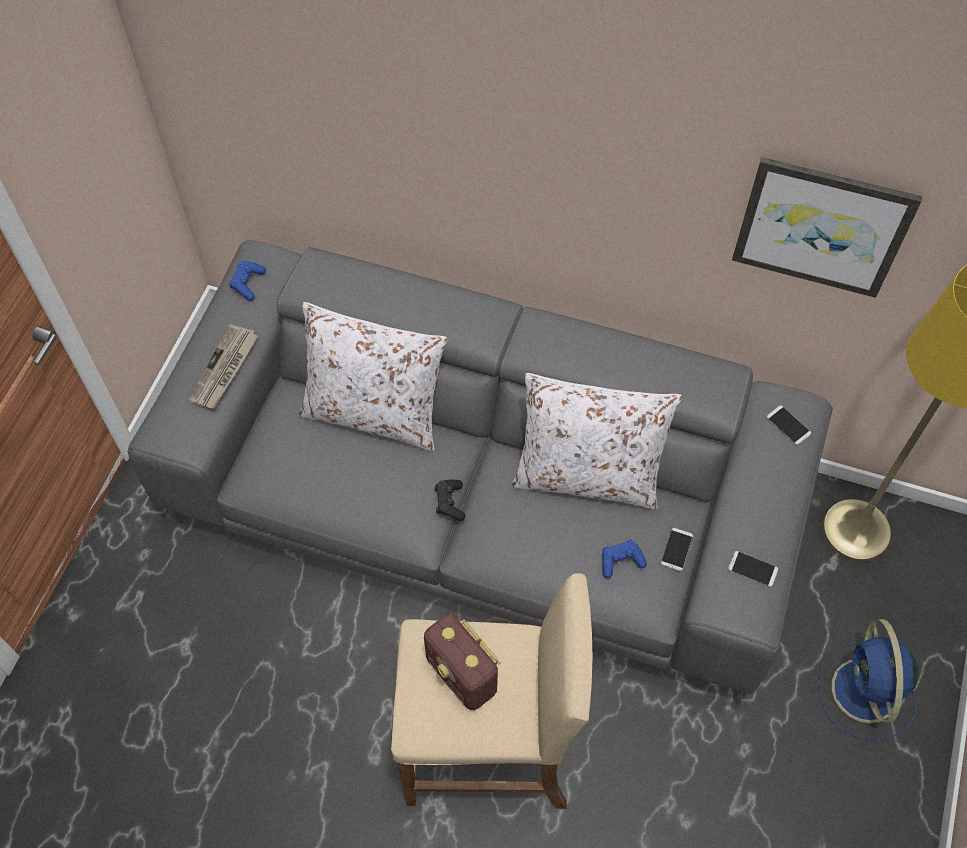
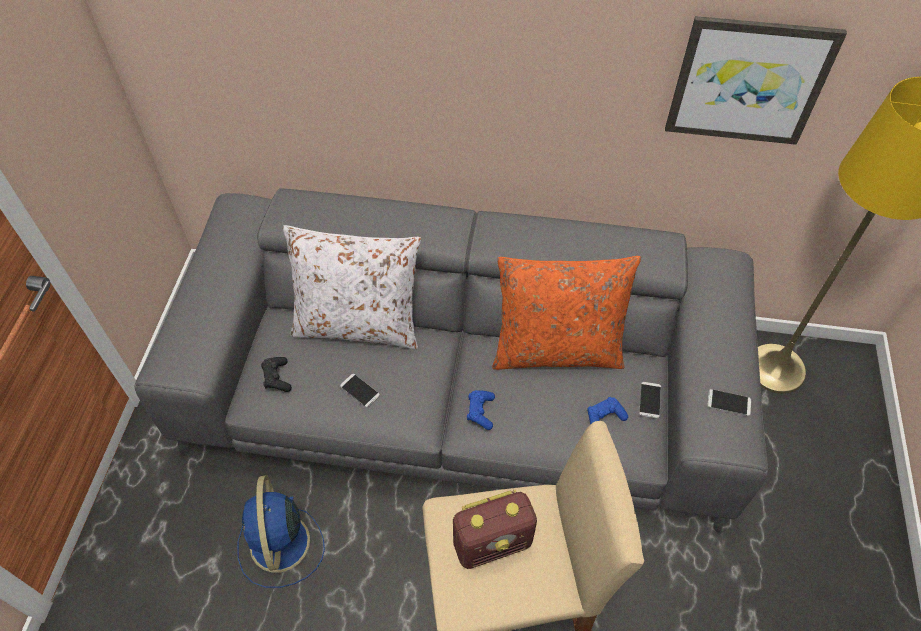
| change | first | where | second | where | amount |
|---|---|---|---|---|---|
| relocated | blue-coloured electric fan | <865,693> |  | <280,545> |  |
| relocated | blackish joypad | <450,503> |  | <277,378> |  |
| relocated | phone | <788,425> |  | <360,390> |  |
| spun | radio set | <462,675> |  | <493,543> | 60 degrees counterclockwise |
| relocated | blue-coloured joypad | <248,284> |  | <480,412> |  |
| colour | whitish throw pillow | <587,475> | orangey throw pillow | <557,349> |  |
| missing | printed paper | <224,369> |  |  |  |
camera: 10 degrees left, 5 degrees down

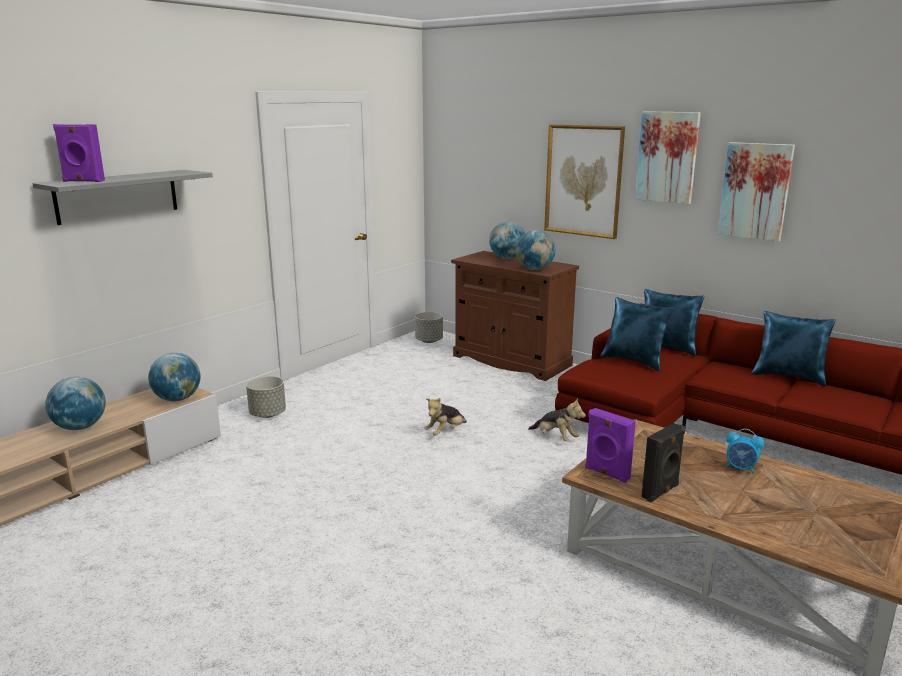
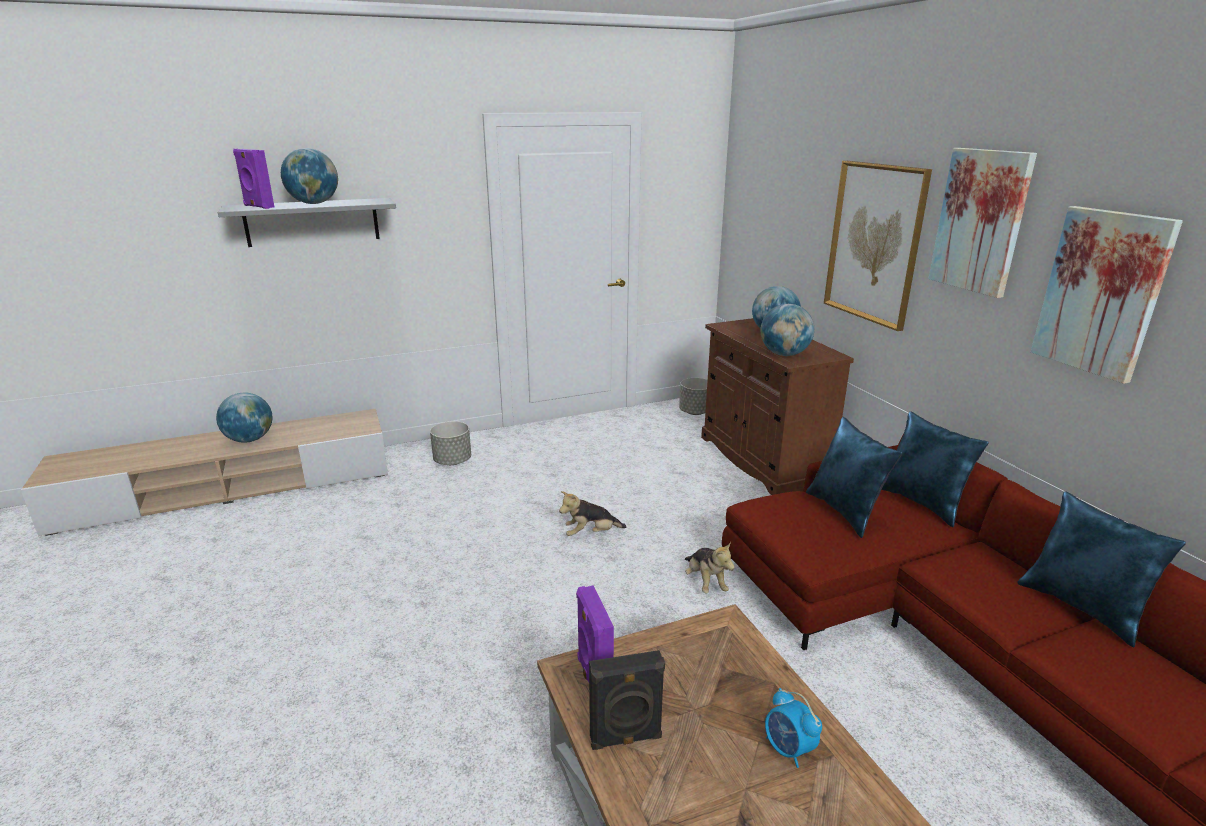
| change | first | where | second | where | amount |
|---|---|---|---|---|---|
| relocated | globe | <178,399> |  | <314,203> |  |
camera: 30 degrees right, 5 degrees up

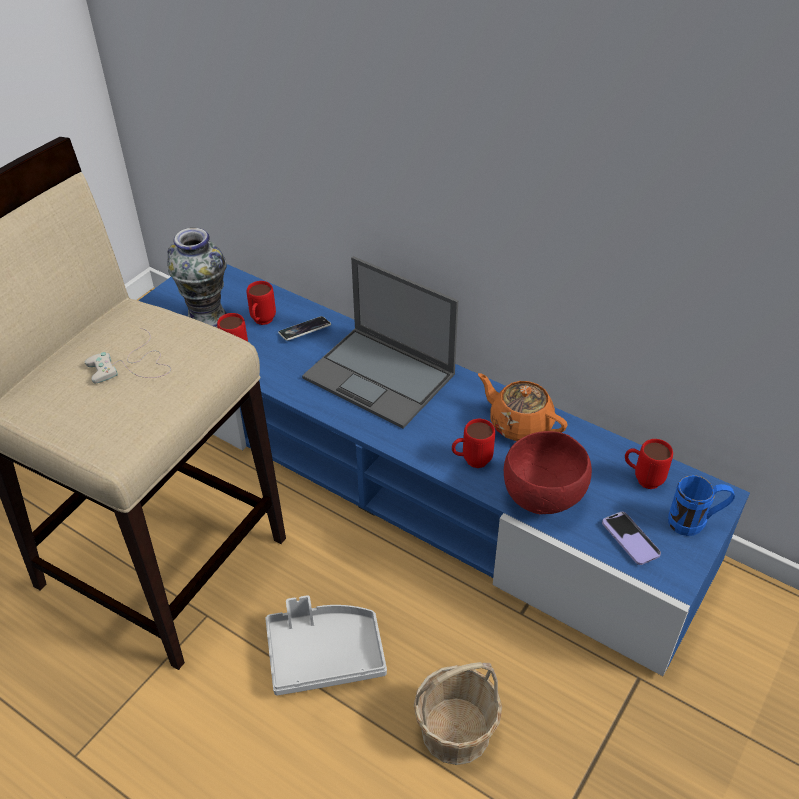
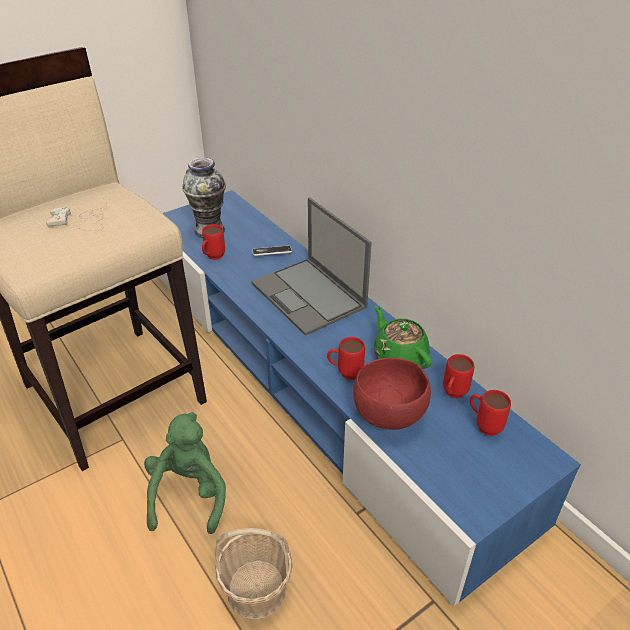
| change | first | where | second | where | amount |
|---|---|---|---|---|---|
| exchanged | gray carrying tray | <324,654> | greenish plush toy | <189,494> |  |
| colour | orangey teapot | <519,424> | greenish teapot | <399,356> |  |
| relocated | red-coloured coffee mug | <261,322> |  | <452,395> |  |
| missing | phone | <630,539> |  |  |  |
| missing | blue-coloured coffee mug | <694,523> |  |  |  |
camera: 20 degrees right, 5 degrees down

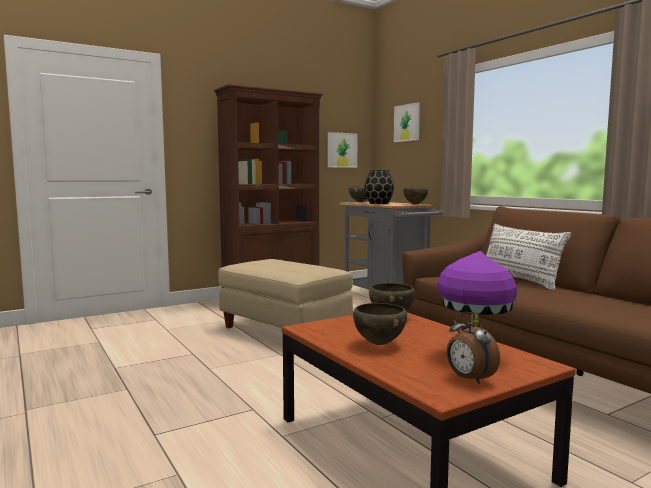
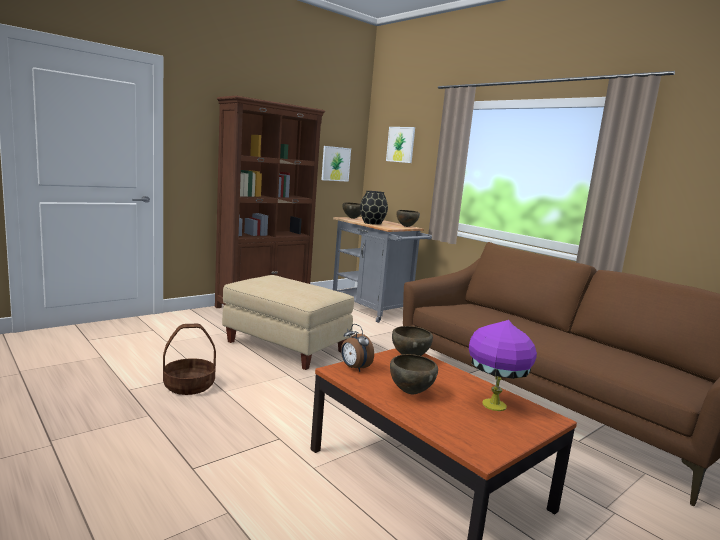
| change | first | where | second | where | amount |
|---|---|---|---|---|---|
| appeared |  |  | storage basket | <189,385> |  |
| relocated | alarm clock | <469,379> |  | <354,368> |  |
| missing | whitish throw pillow | <519,280> |  |  |  |
camera: 10 degrees left, 5 degrees up

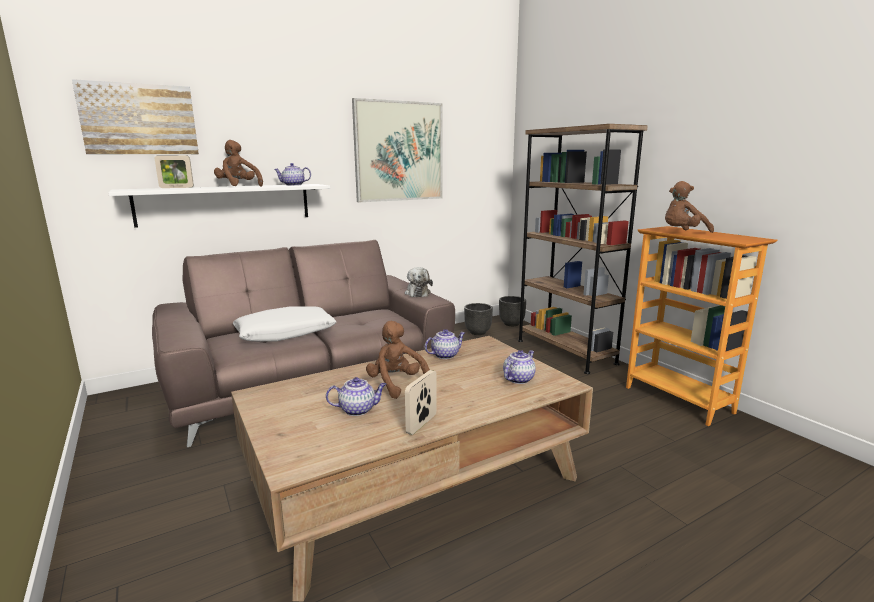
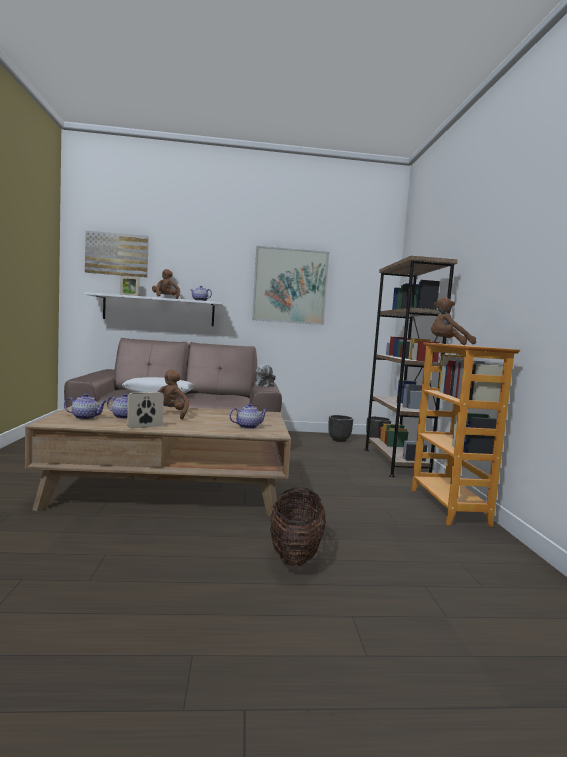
| change | first | where | second | where | amount |
|---|---|---|---|---|---|
| relocated | teapot | <445,355> |  | <86,417> |  |
| appeared |  |  | storage basket | <295,554> |  |
camera: 25 degrees right, 10 degrees down

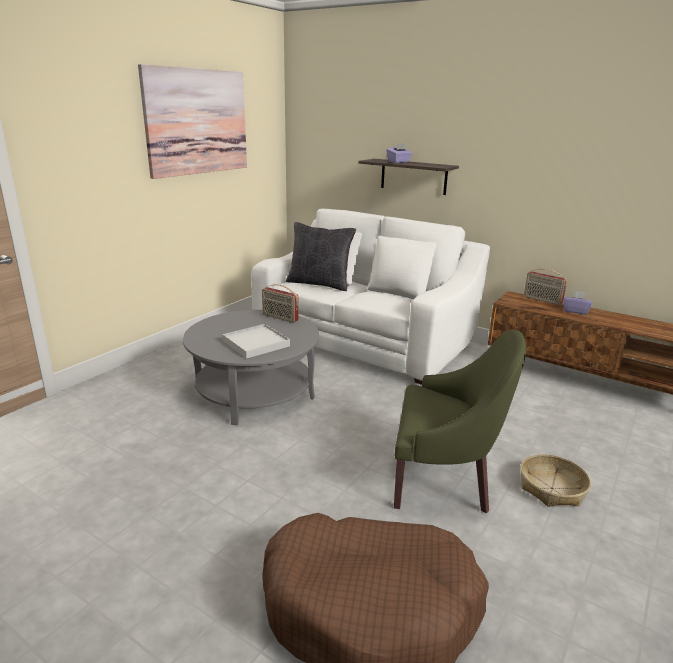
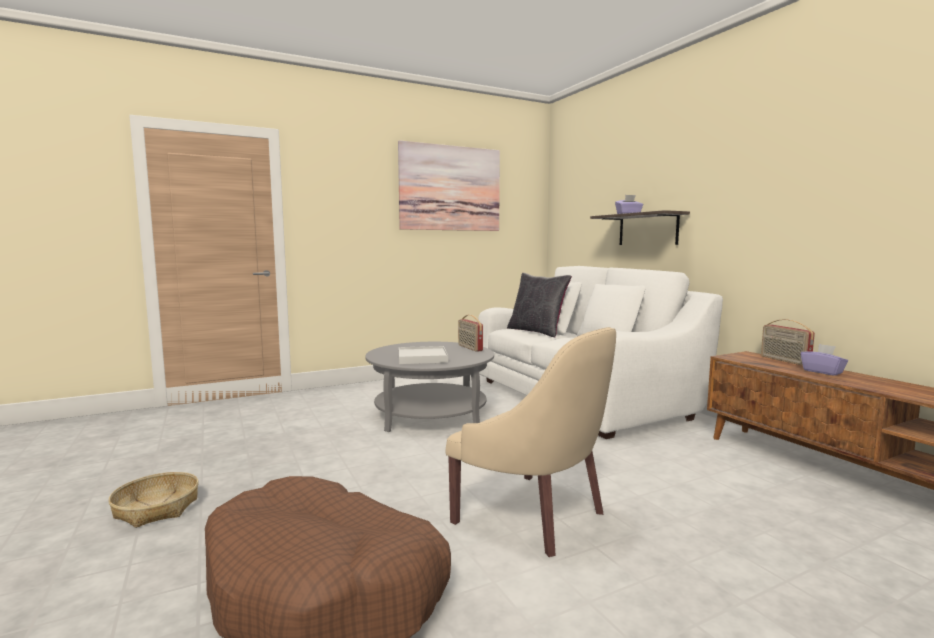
| change | first | where | second | where | amount |
|---|---|---|---|---|---|
| relocated | storage basket | <552,488> |  | <157,508> |  |
| colour | greenish lounge chair | <444,479> | sand-coloured lounge chair | <535,515> |  |
camera: 30 degrees right, 15 degrees down

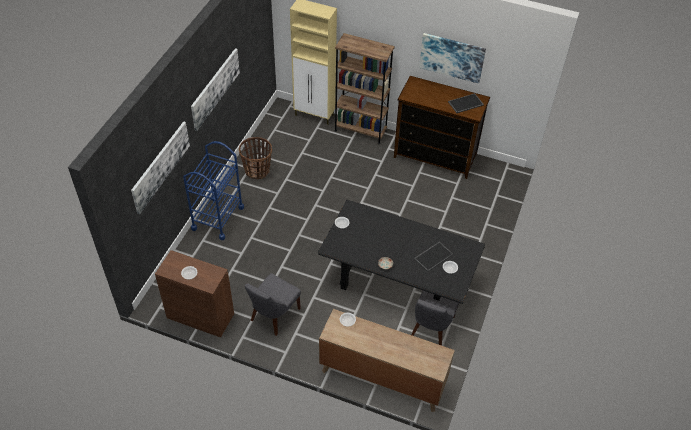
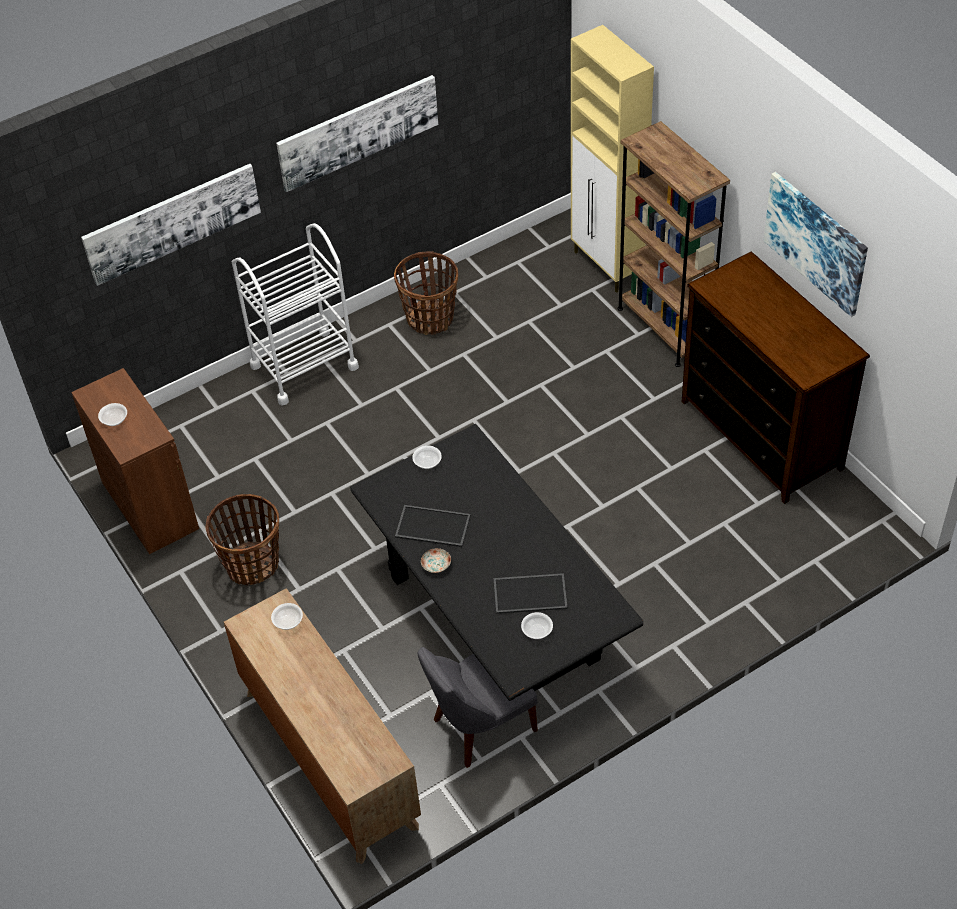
| change | first | where | second | where | amount |
|---|---|---|---|---|---|
| exchanged | gray plain chair | <273,316> | storage basket | <252,564> |  |
| colour | blue-coloured trolley | <218,218> | whitish trolley | <304,366> |  |
| relocated | carrying tray | <465,104> |  | <432,527> |  |
camera: 40 degrees right, 0 degrees up

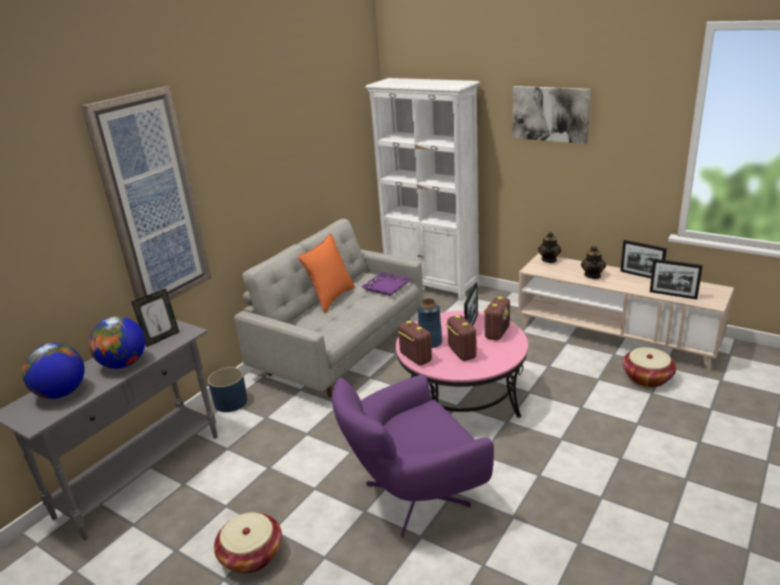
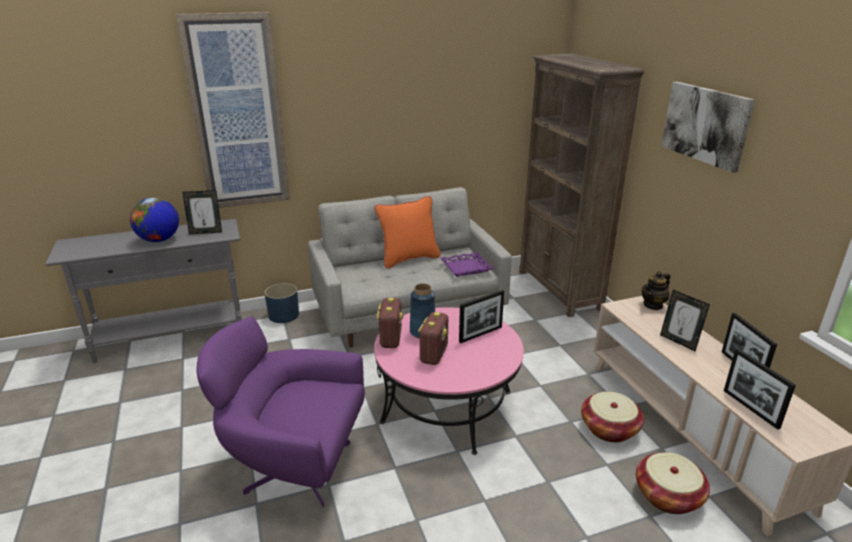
| change | first | where | second | where | amount |
|---|---|---|---|---|---|
| colour | whitish bookcase | <432,285> | brownish bookcase | <559,290> |  |
| relocated | storage basket | <251,555> |  | <609,428> |  |
| exchanged | teapot | <592,275> | picture frame | <679,342> |  |
| missing | globe | <62,393> |  |  |  |
| missing | radio set | <497,332> |  |  |  |
camera: 35 degrees right, 0 degrees up

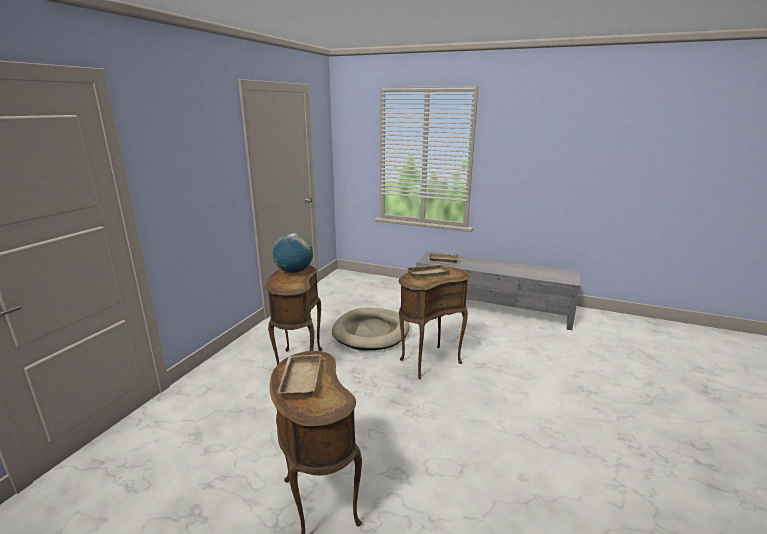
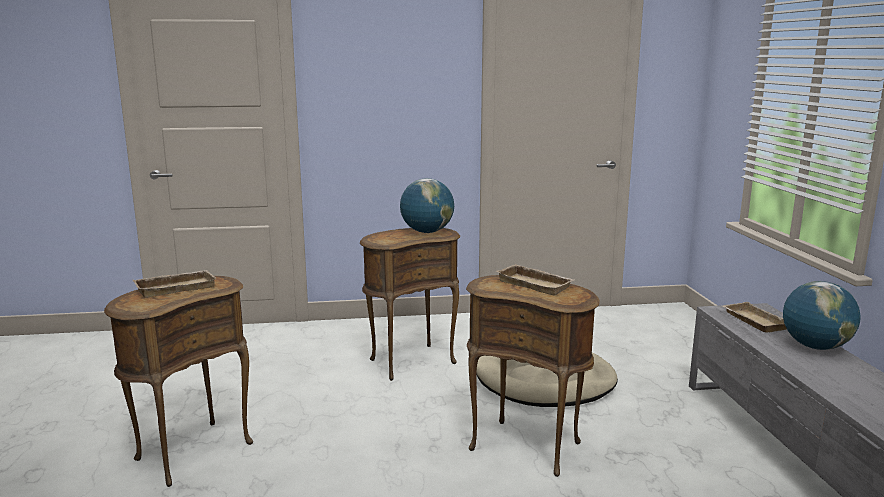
| change | first | where | second | where | amount |
|---|---|---|---|---|---|
| appeared |  |  | globe | <815,347> |  |
camera: 60 degrees right, 5 degrees down

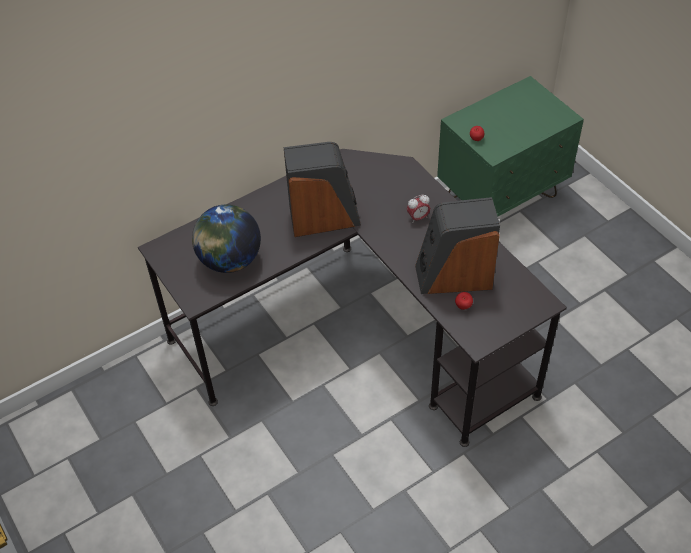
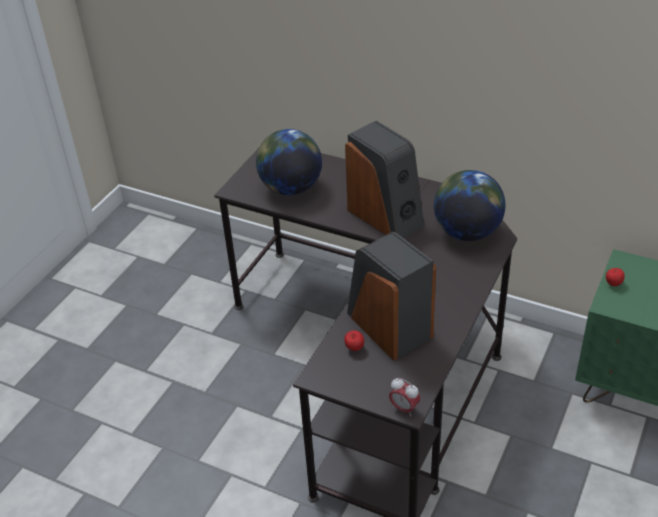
| change | first | where | second | where | amount |
|---|---|---|---|---|---|
| relocated | alarm clock | <418,218> |  | <404,408> |  |
| appeared |  |  | globe | <467,232> |  |
camera: 60 degrees right, 10 degrees down

